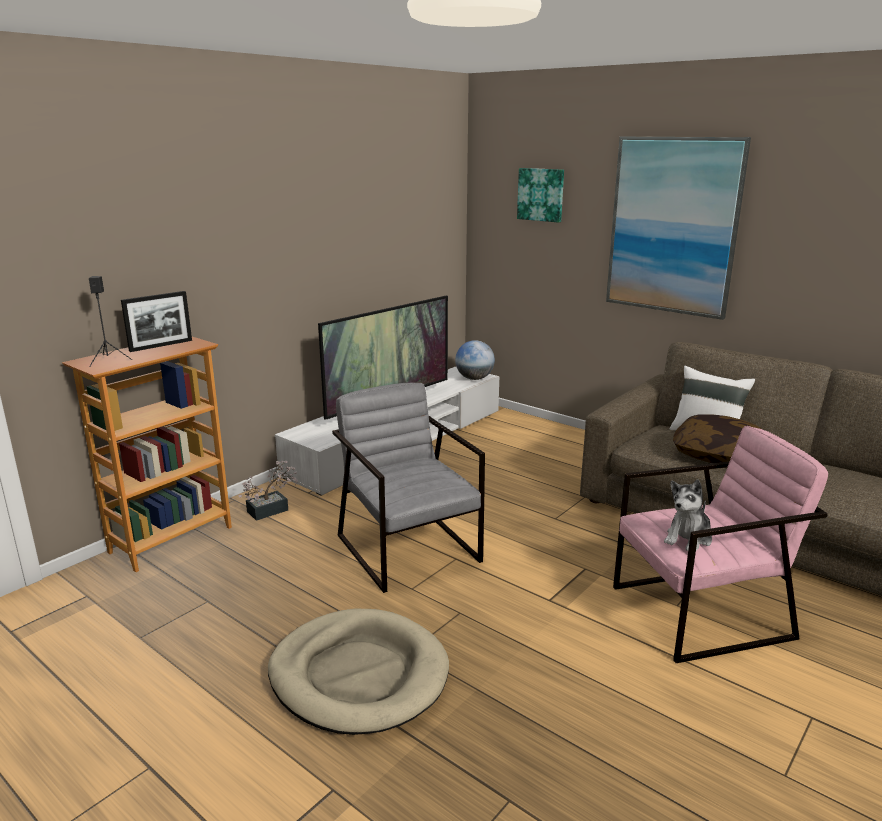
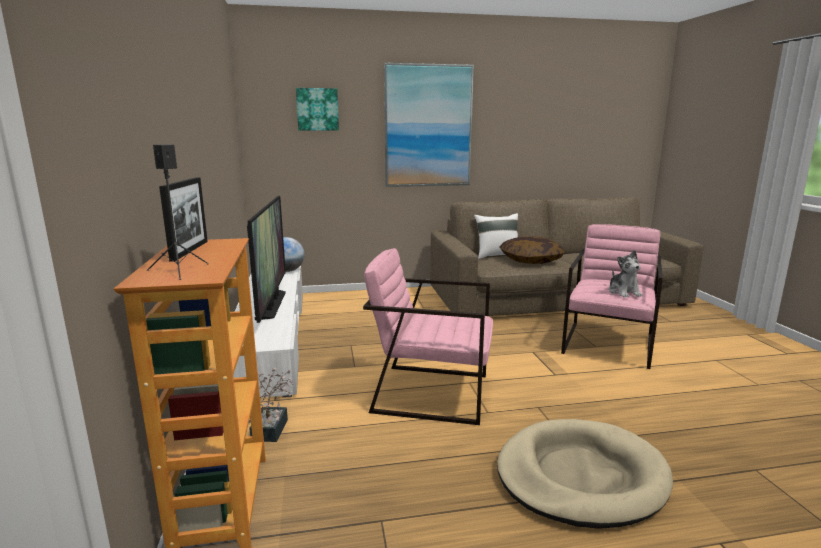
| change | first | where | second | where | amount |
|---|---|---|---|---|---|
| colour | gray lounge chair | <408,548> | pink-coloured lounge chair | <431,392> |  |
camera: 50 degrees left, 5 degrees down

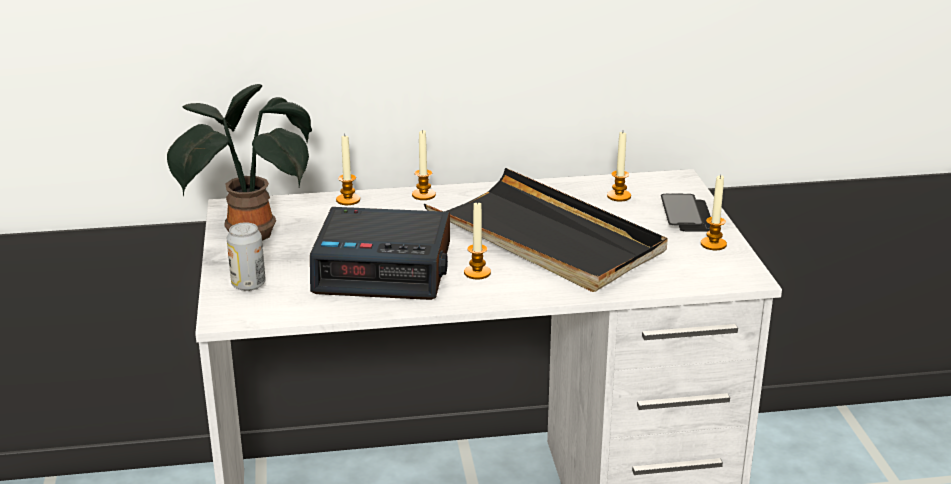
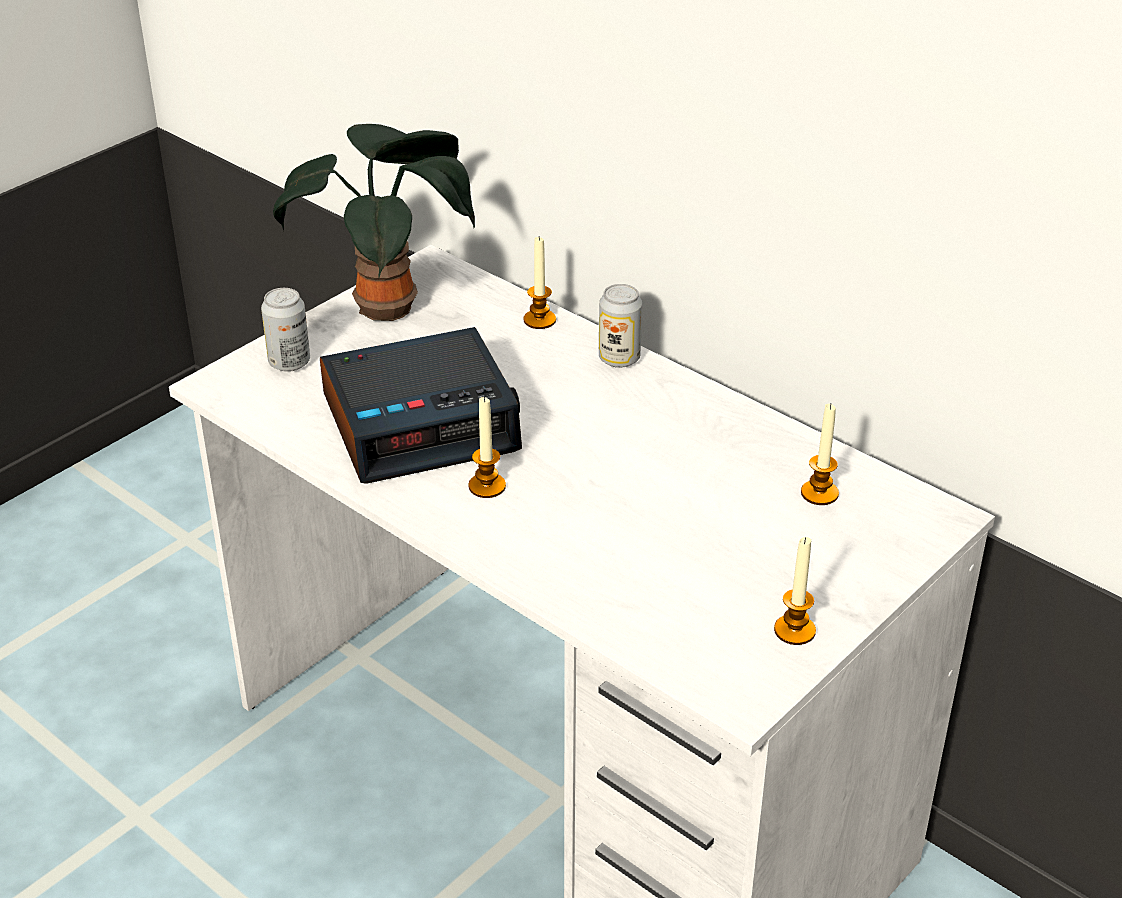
| change | first | where | second | where | amount |
|---|---|---|---|---|---|
| spun | alarm clock | <385,268> |  | <422,422> | 75 degrees counterclockwise |
| exchanged | wax light | <423,195> | metal can | <619,358> |  |
| missing | blackish carrying tray | <545,237> |  |  |  |
| missing | phone | <687,215> |  |  |  |
camera: 50 degrees right, 10 degrees up

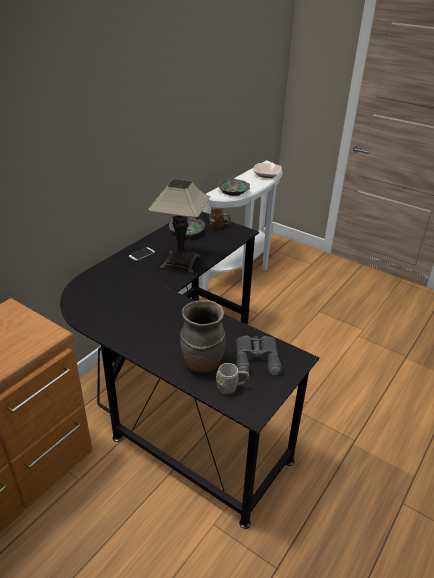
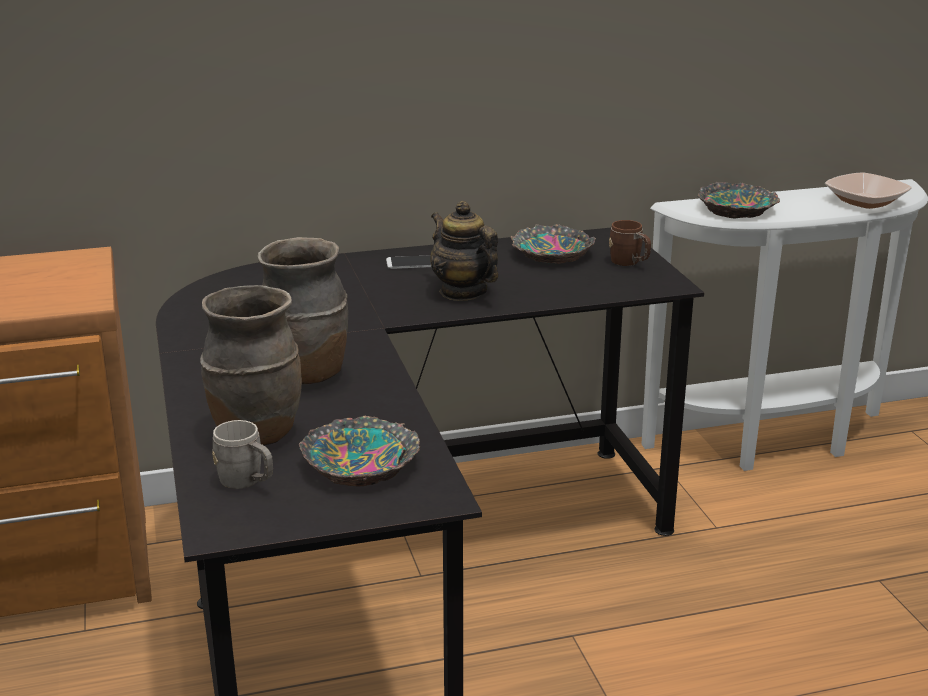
| change | first | where | second | where | amount |
|---|---|---|---|---|---|
| appeared |  |  | brownish decorative vase | <307,374> |  |
| exchanged | gray binoculars | <257,357> | bowl | <362,462> |  |
| exchanged | table lamp | <181,262> | teapot | <463,292> |  |
camera: 40 degrees right, 10 degrees down

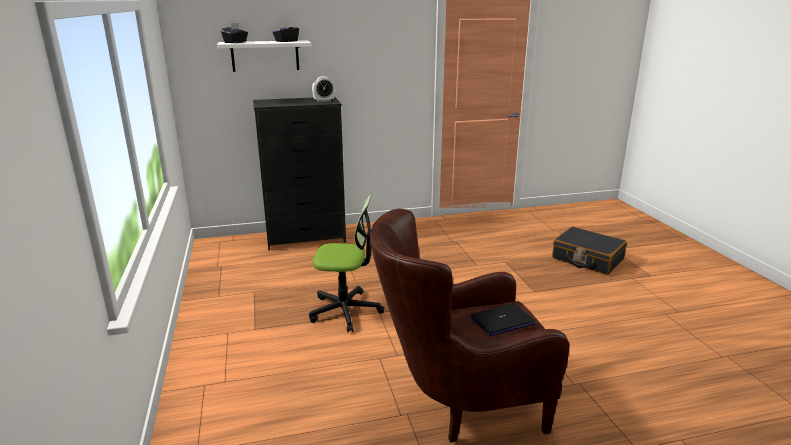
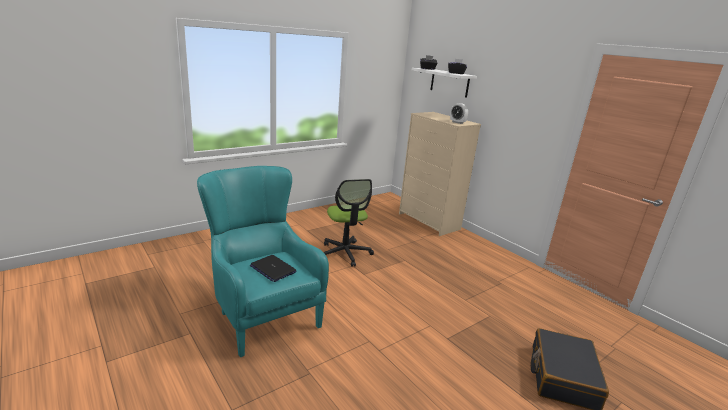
| change | first | where | second | where | amount |
|---|---|---|---|---|---|
| colour | brownish lounge chair | <460,403> | blue-green lounge chair | <262,312> |  |
| colour | blackish chest of drawers | <306,238> | sand-coloured chest of drawers | <429,221> |  |
camera: 65 degrees right, 0 degrees up

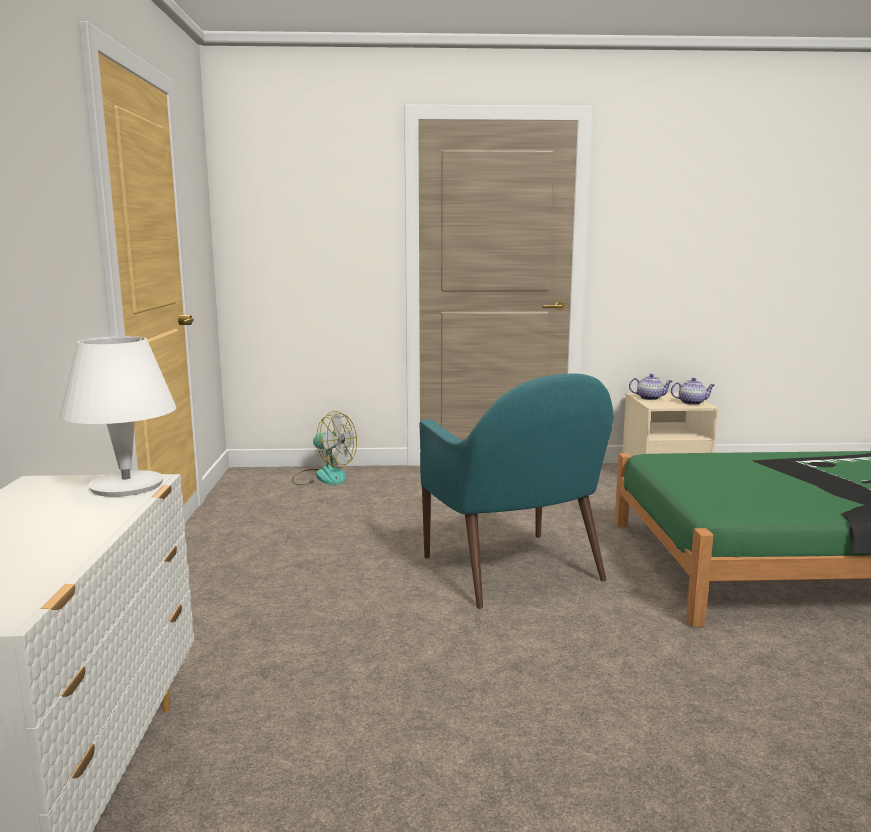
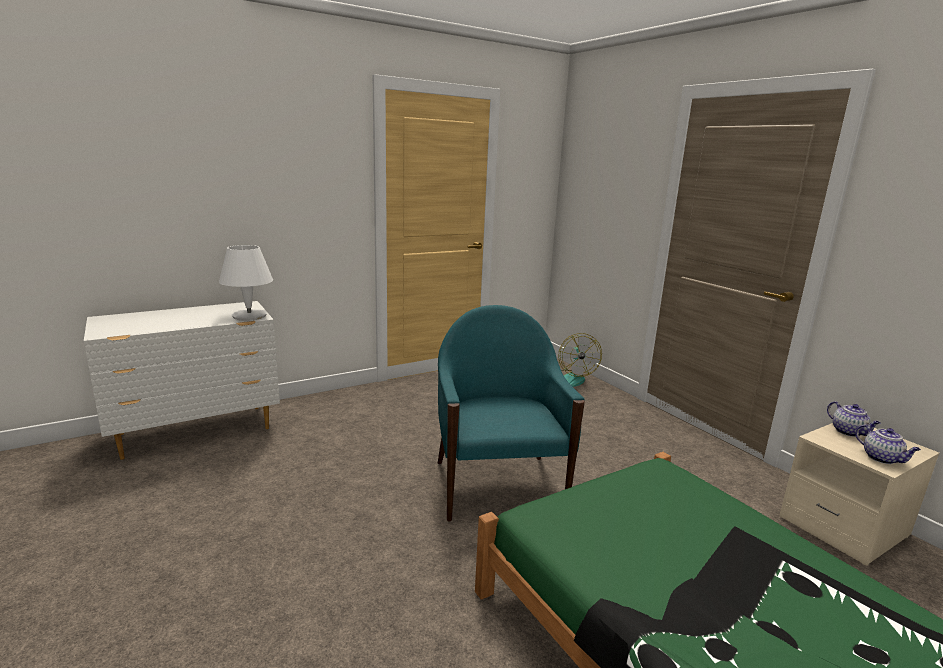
| change | first | where | second | where | amount |
|---|---|---|---|---|---|
| spun | blue-green lounge chair | <514,570> |  | <497,485> | 135 degrees clockwise |
camera: 60 degrees right, 5 degrees up

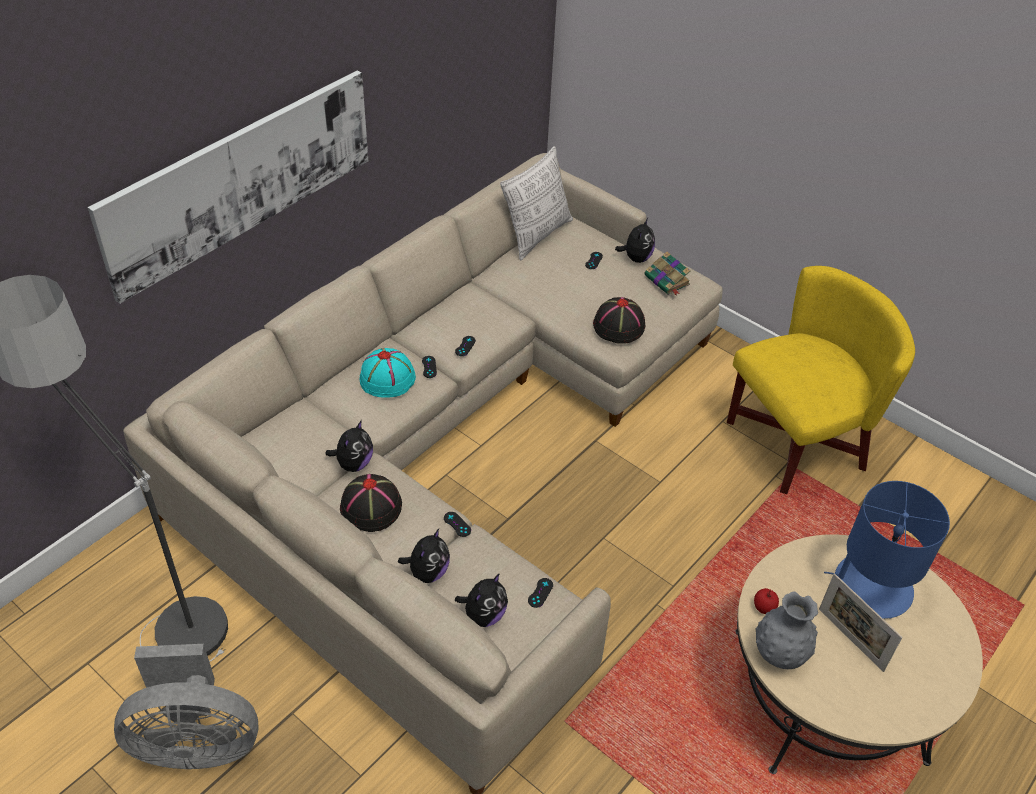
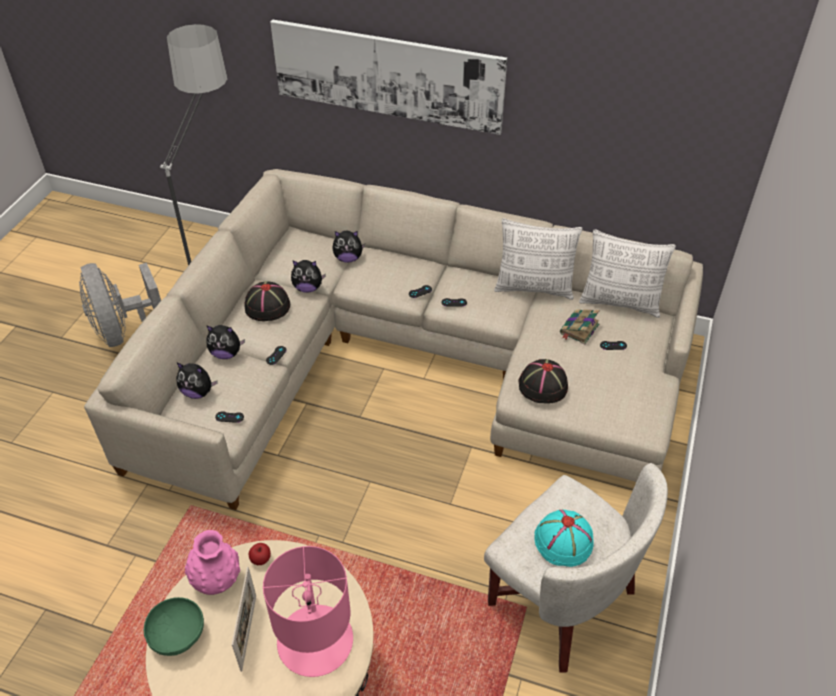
| change | first | where | second | where | amount |
|---|---|---|---|---|---|
| appeared |  |  | greenish bowl | <178,635> |  |
| colour | gray decorative vase | <780,653> | pink-coloured decorative vase | <217,580> |  |
| spun | picture frame | <850,639> |  | <248,632> | 150 degrees clockwise |
| colour | blue-coloured table lamp | <871,586> | pink-coloured table lamp | <315,640> |  |
| relocated | plush toy | <636,258> |  | <348,258> |  |
| colour | yellow lounge chair | <796,442> | whitish lounge chair | <561,600> |  |
| appeared |  |  | throw pillow | <534,288> |  |
| relocated | blue-green hat | <387,378> |  | <564,541> |  |
| relocated | book | <667,281> |  | <579,329> |  |
camera: 70 degrees right, 0 degrees up

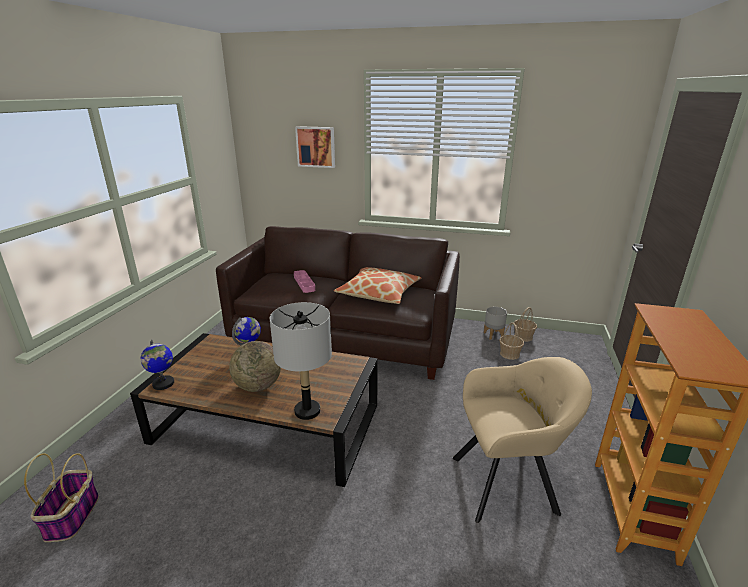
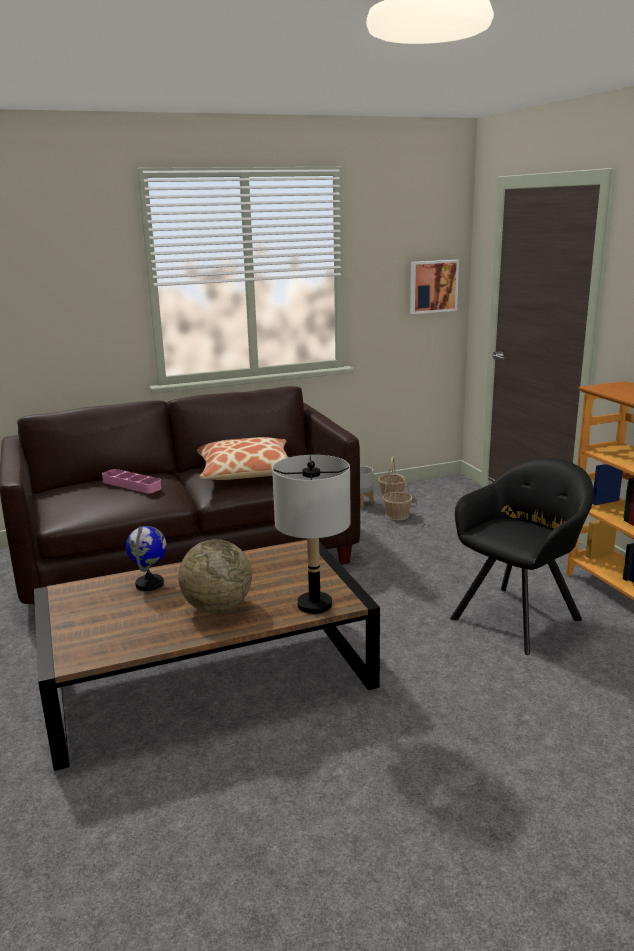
| change | first | where | second | where | amount |
|---|---|---|---|---|---|
| relocated | picture | <316,147> |  | <432,286> |  |
| colour | sand-coloured lounge chair | <509,483> | blackish lounge chair | <519,616> |  |
| missing | storage basket | <72,517> |  |  |  |
| missing | globe | <163,384> |  |  |  |
camera: 35 degrees left, 5 degrees down

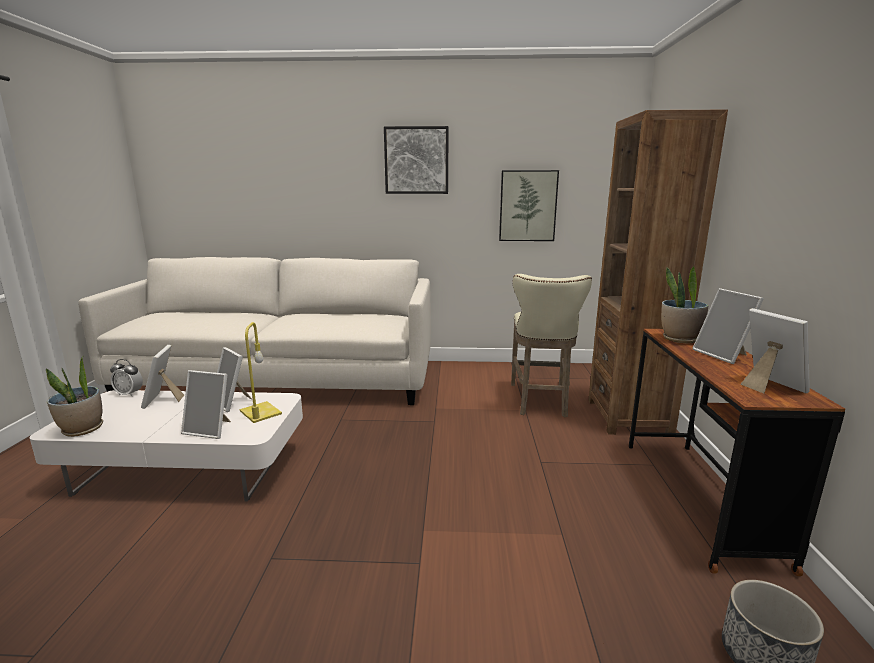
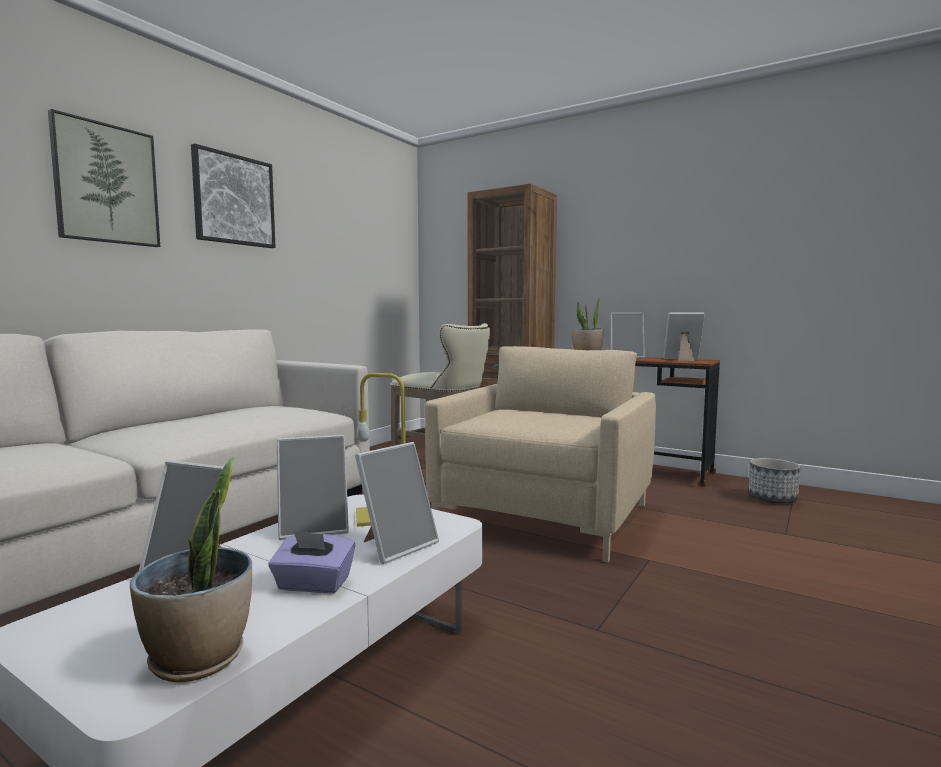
| change | first | where | second | where | amount |
|---|---|---|---|---|---|
| relocated | picture | <527,206> |  | <106,184> |  |
| appeared |  |  | purple-coloured tissue box | <313,585> |  |
| appeared |  |  | sand-coloured lounge chair | <545,515> |  |
| missing | alarm clock | <129,394> |  |  |  |
camera: 60 degrees left, 10 degrees down

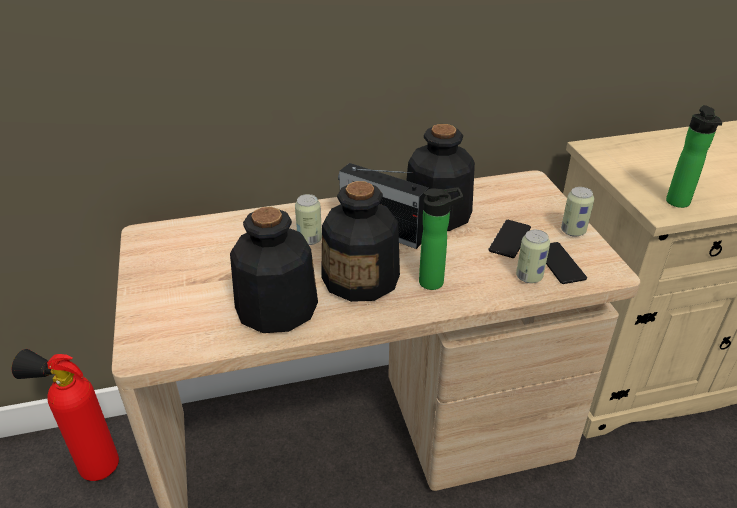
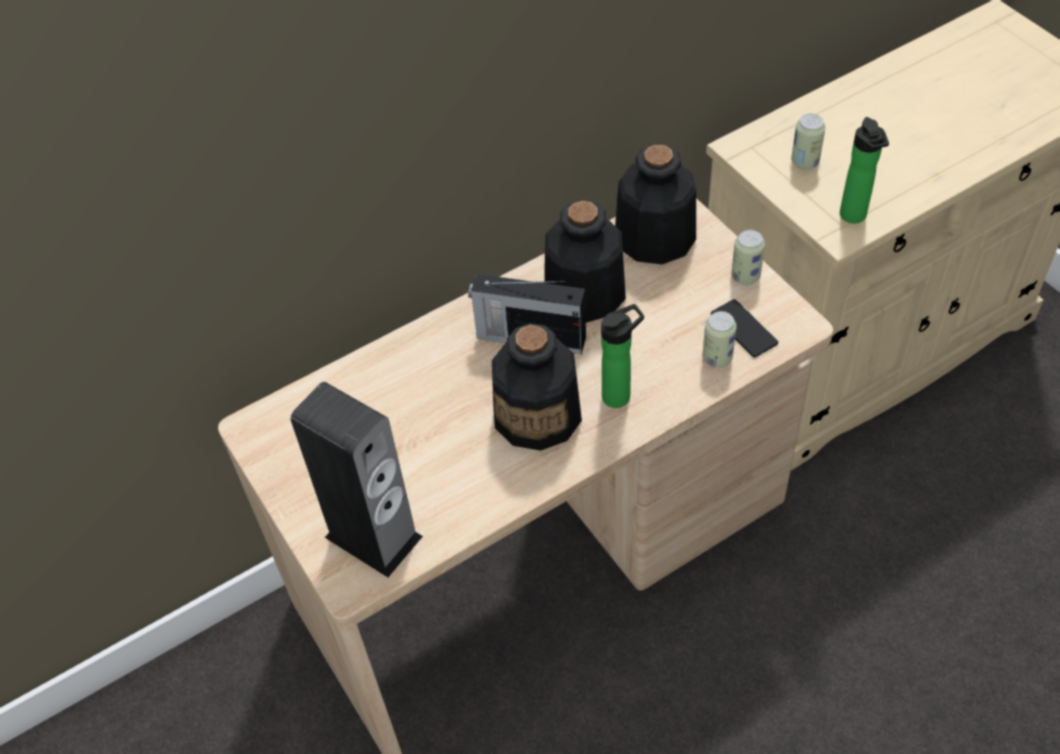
| change | first | where | second | where | amount |
|---|---|---|---|---|---|
| appeared |  |  | speaker | <373,536> |  |
| relocated | drink bottle | <275,307> |  | <654,237> |  |
| relocated | metal can | <309,239> |  | <805,162> |  |
| missing | fire extinguisher | <92,466> |  |  |  |
| missing | phone | <509,239> |  |  |  |
camera: 15 degrees left, 15 degrees up

